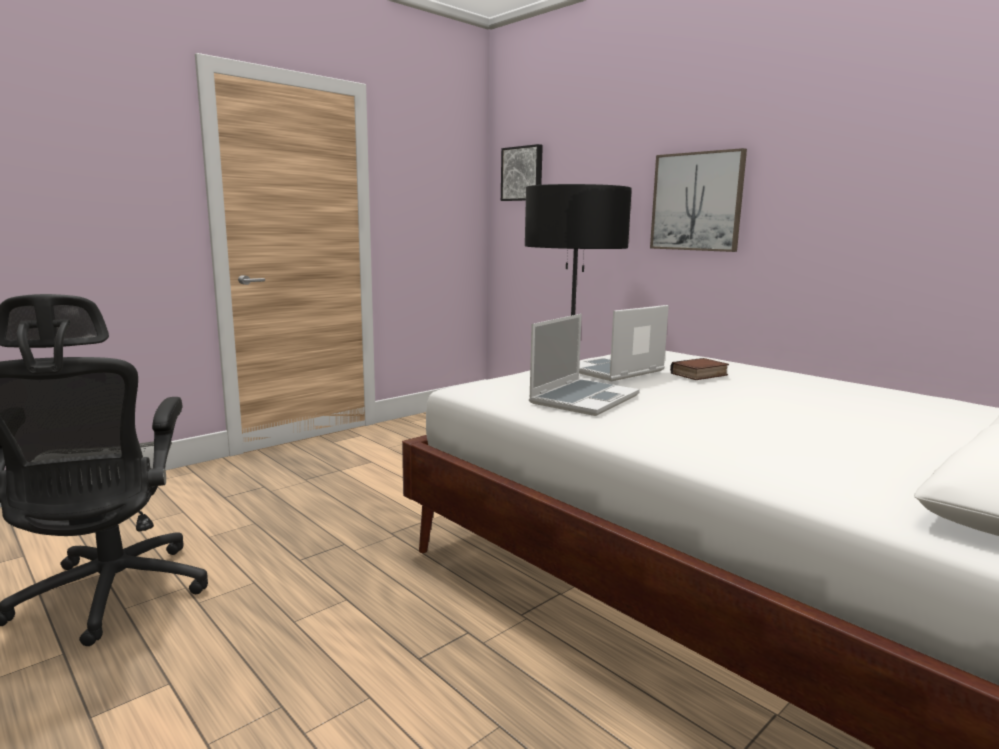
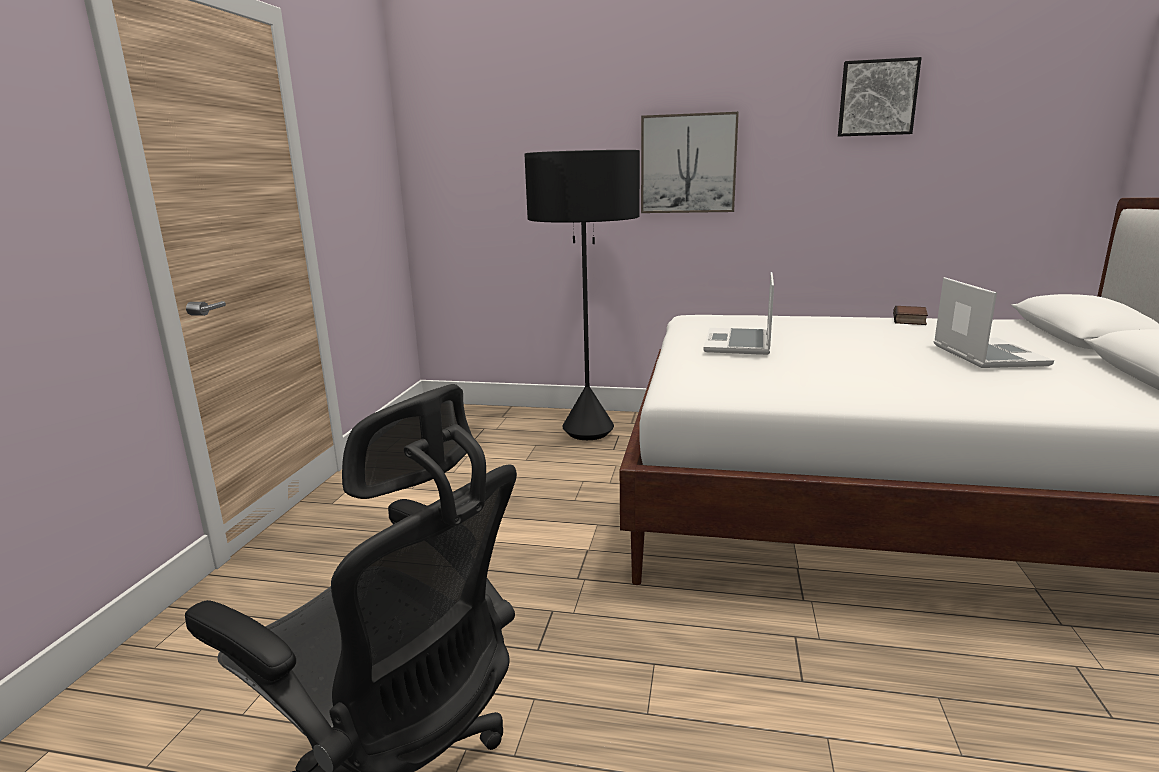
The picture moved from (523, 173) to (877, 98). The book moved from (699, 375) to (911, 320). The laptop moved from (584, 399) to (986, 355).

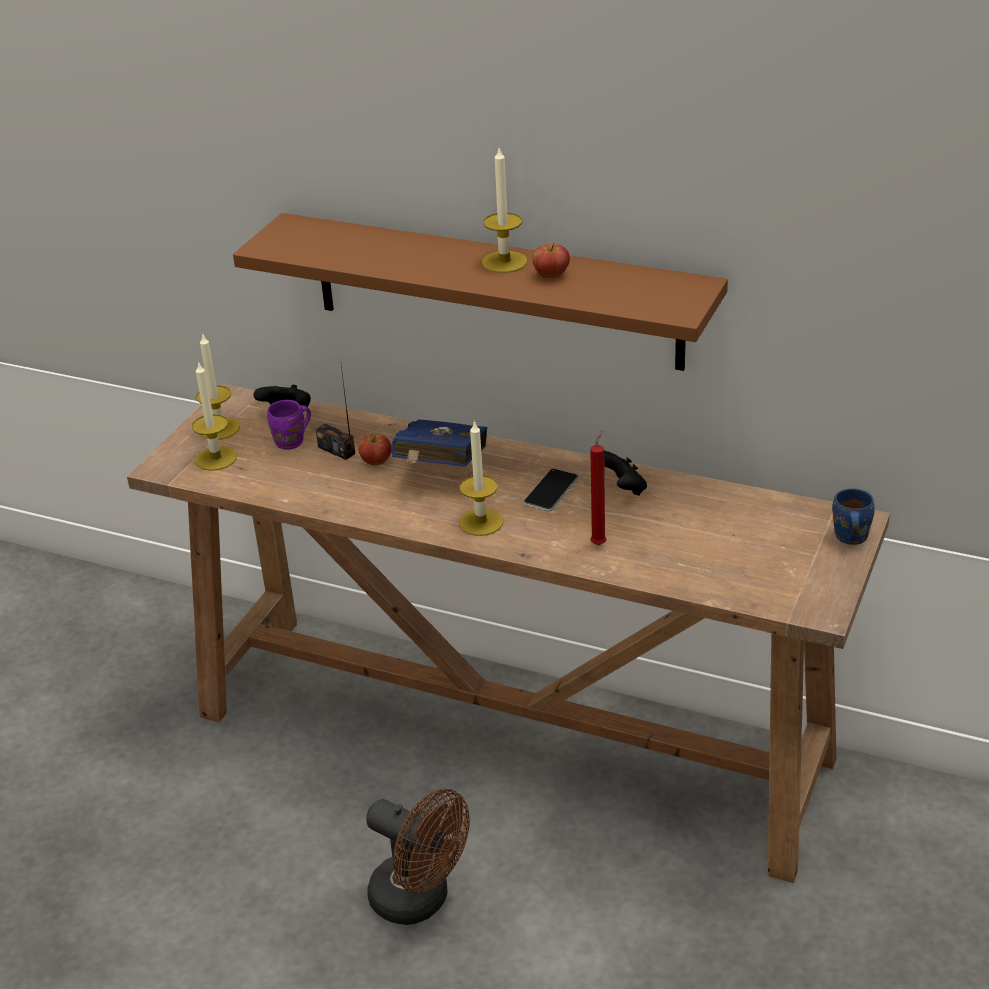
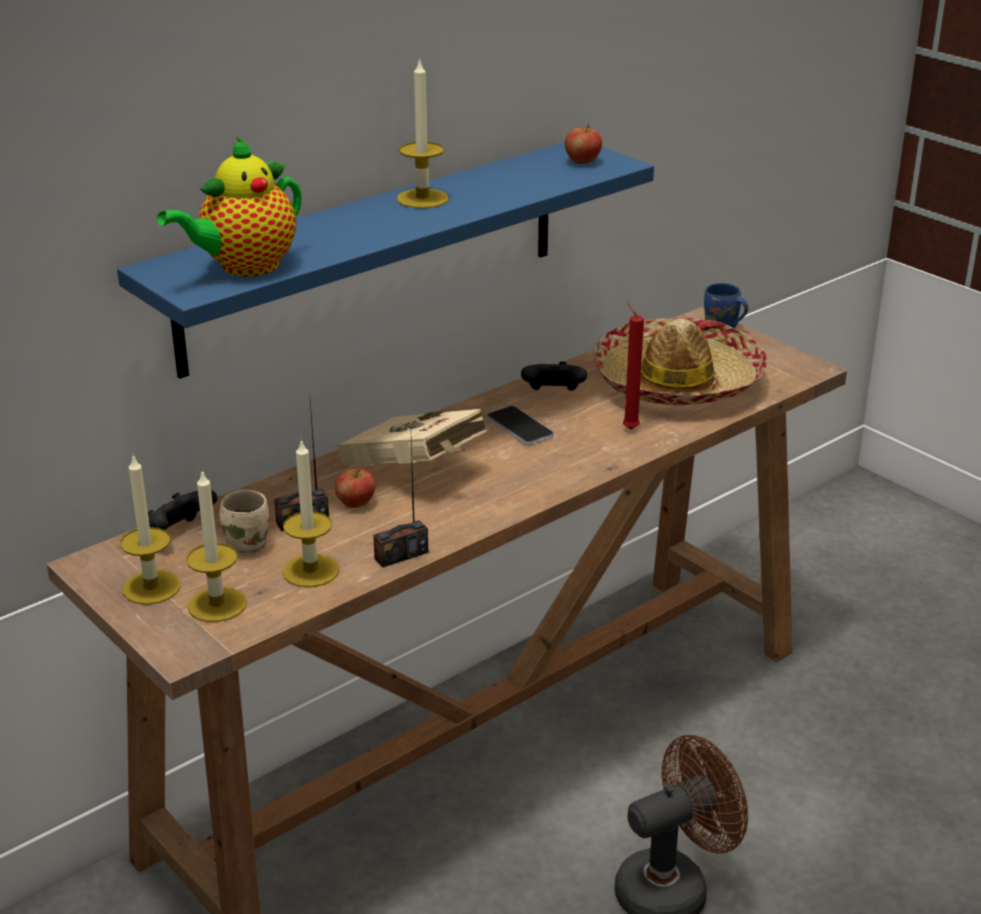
The shelf/brown at (495, 291) became the shelf/blue at (374, 254). The teapot at (244, 267) appeared. The mug/purple at (292, 443) became the mug/beige at (250, 545). The candle moved from (481, 522) to (311, 571). The book/blue at (439, 470) became the book/beige at (416, 472). The radio at (401, 555) appeared. The apple moved from (551, 275) to (582, 162). The hat at (677, 381) appeared.

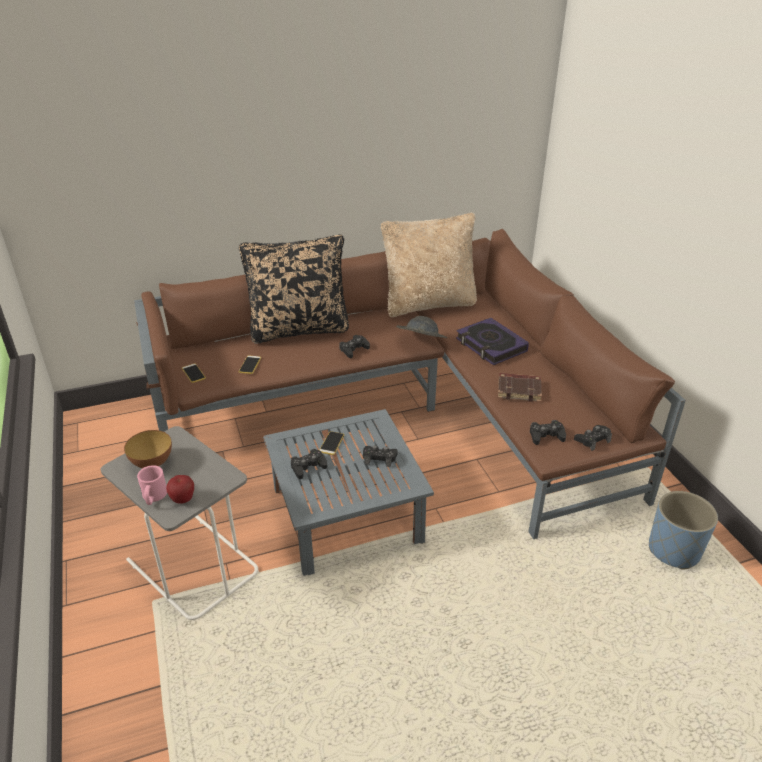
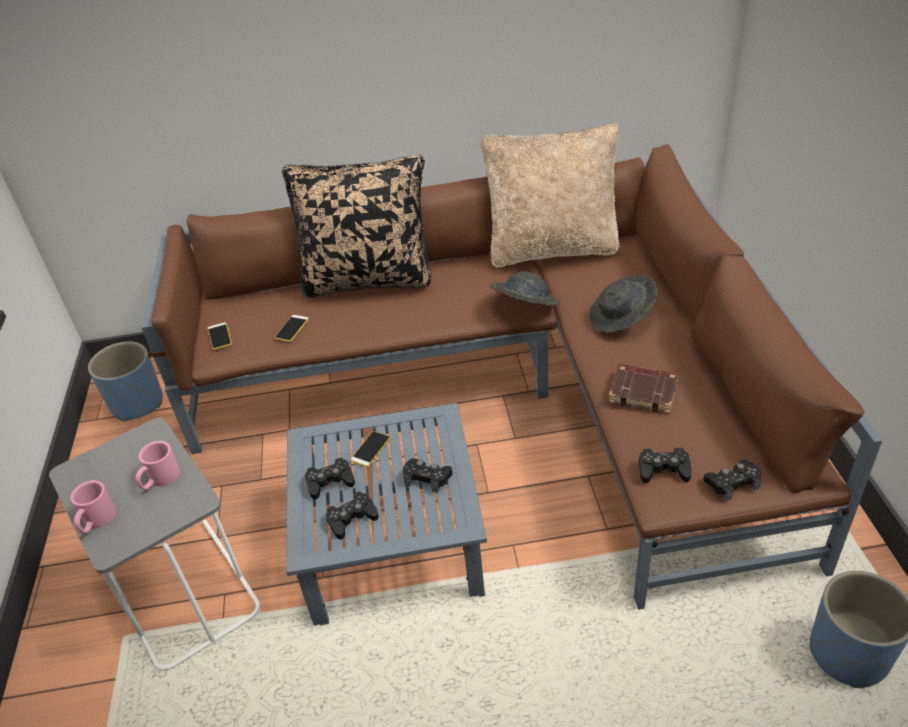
The planter/blue at (137, 403) appeared. The mug/pink at (159, 480) appeared. The game controller/black moved from (353, 349) to (352, 519). The book at (491, 345) was replaced by the hat/grey at (622, 318). The bowl at (152, 463) disappeared. The apple at (183, 500) disappeared.

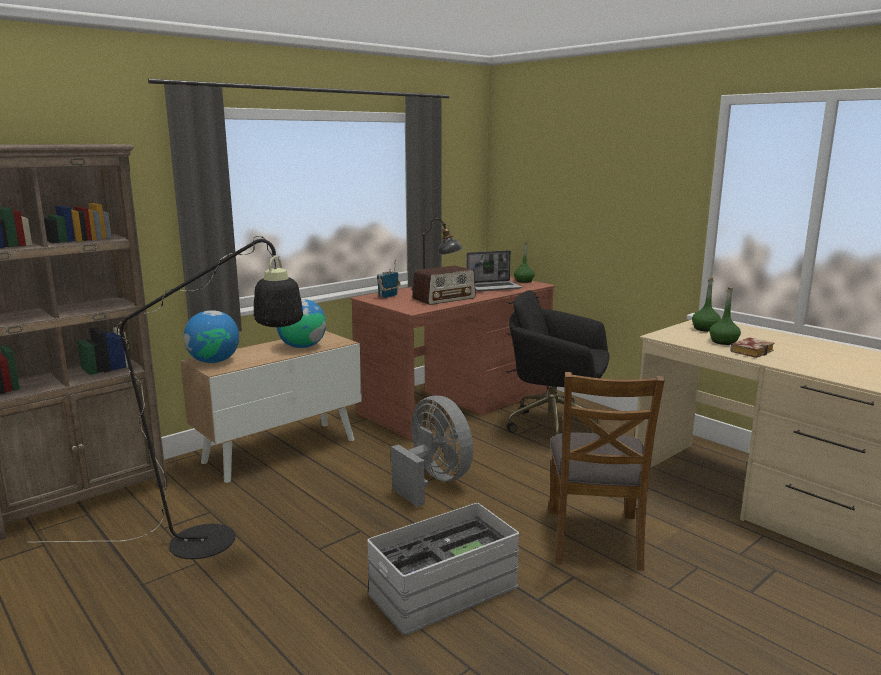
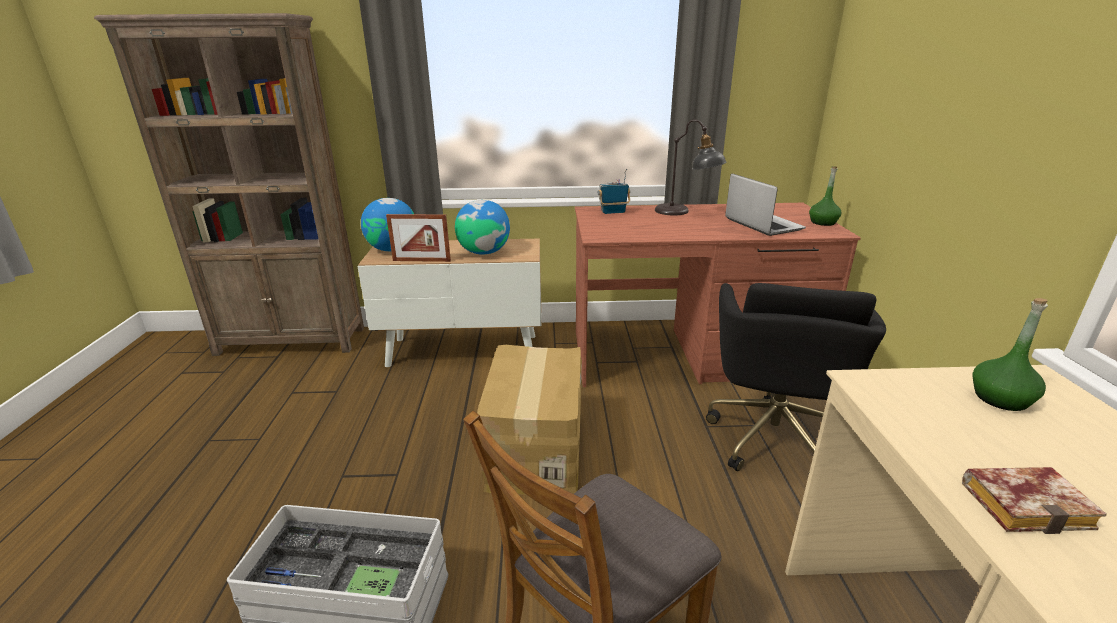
The picture frame at (421, 260) appeared. The fan/grey at (433, 482) was replaced by the cardboard box at (534, 449). The office chair/black at (556, 427) turned 135 degrees counterclockwise. The laptop at (494, 287) turned 135 degrees counterclockwise. The floor lamp/black at (220, 540) disappeared. The radio at (444, 298) disappeared. The bottle/green at (723, 342) disappeared.

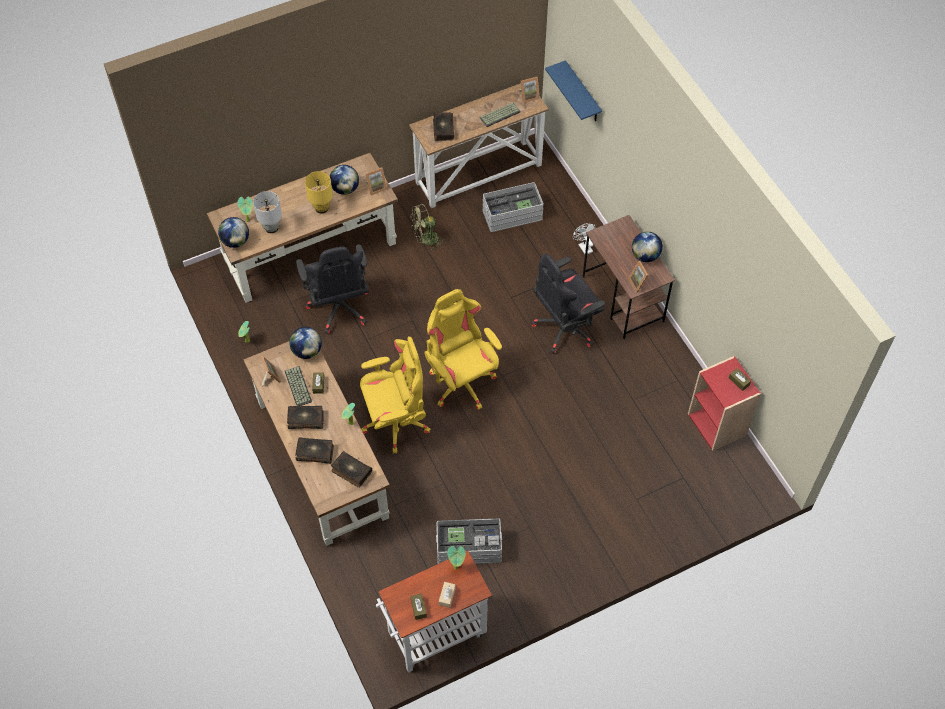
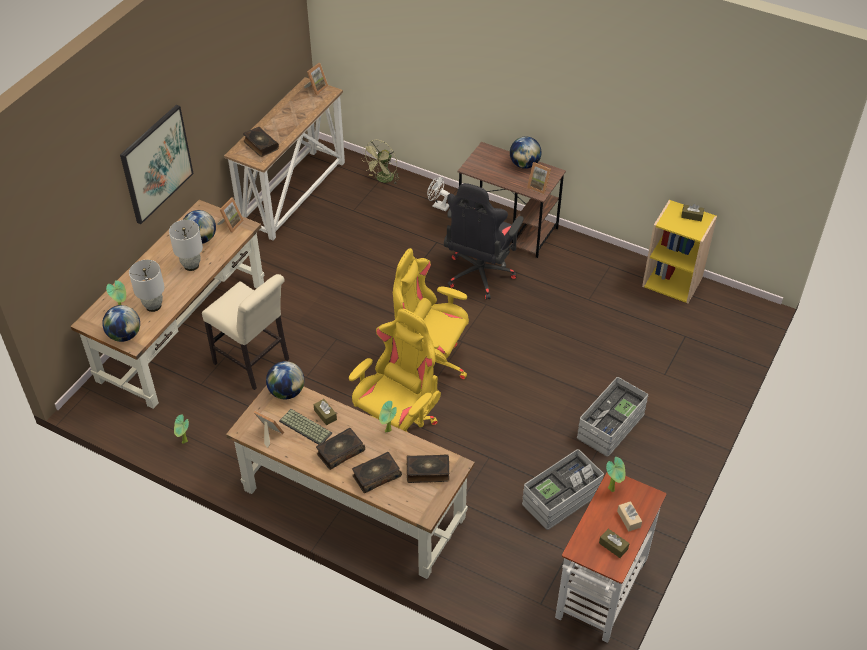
The picture at (156, 163) appeared. The table lamp/yellow at (321, 208) became the table lamp/white at (191, 265). The office chair/black at (339, 307) was replaced by the stool/beige at (254, 364). The fan/green moved from (426, 240) to (383, 180). The storage box/grey moved from (512, 215) to (611, 426). The bookcase/red at (717, 424) became the bookcase/yellow at (673, 282). The keyboard at (500, 114) disappeared. The shelf/blue at (582, 93) disappeared.

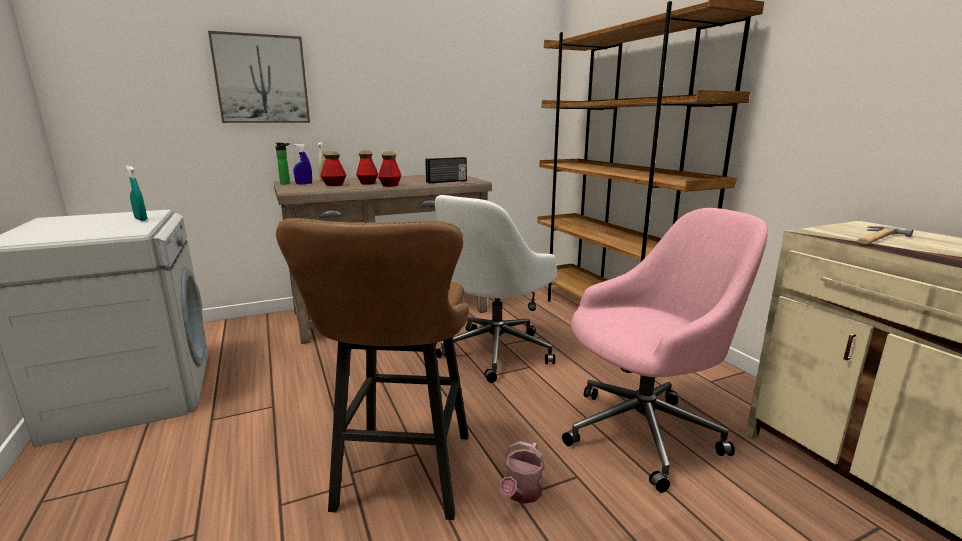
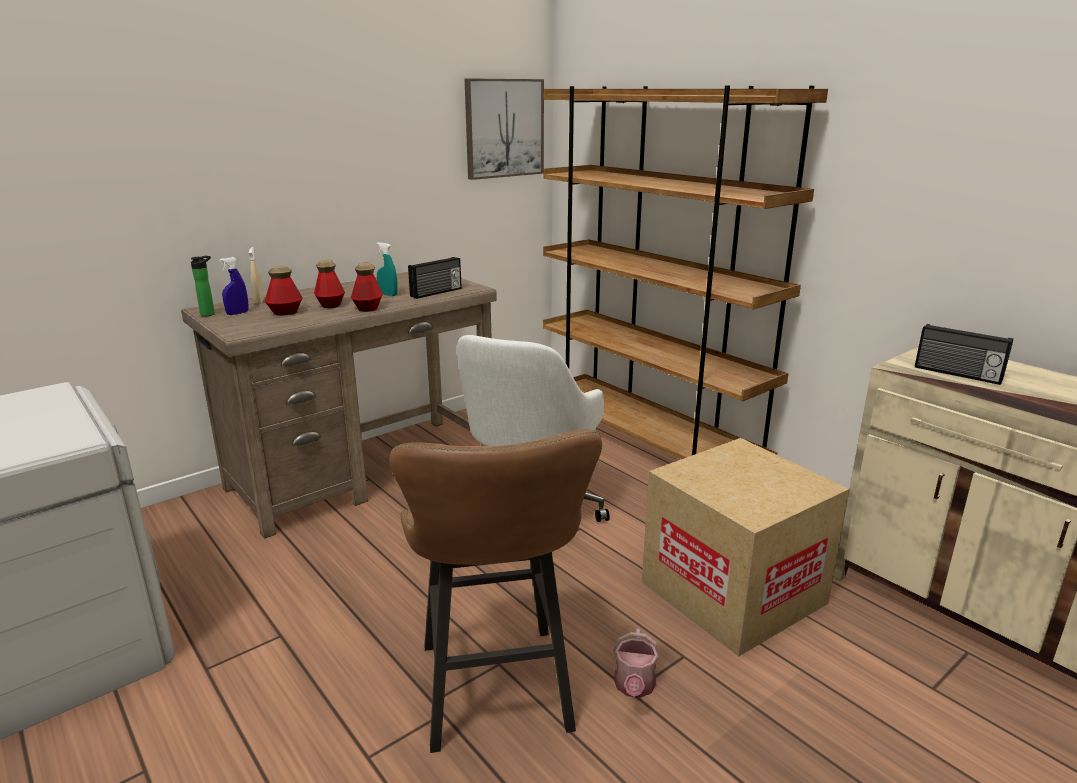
The spray bottle/turquoise moved from (141, 219) to (388, 294). The picture moved from (261, 79) to (504, 128). The office chair/pink at (642, 432) was replaced by the cardboard box at (733, 592). The hammer at (877, 239) was replaced by the radio at (957, 374).

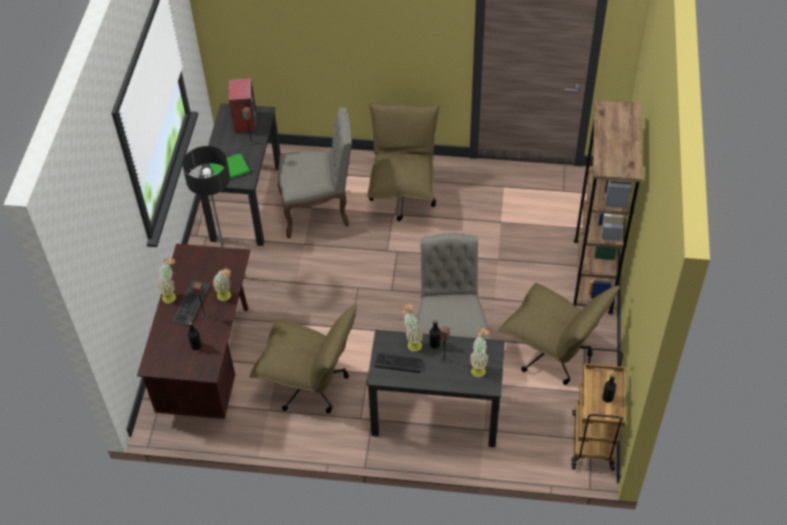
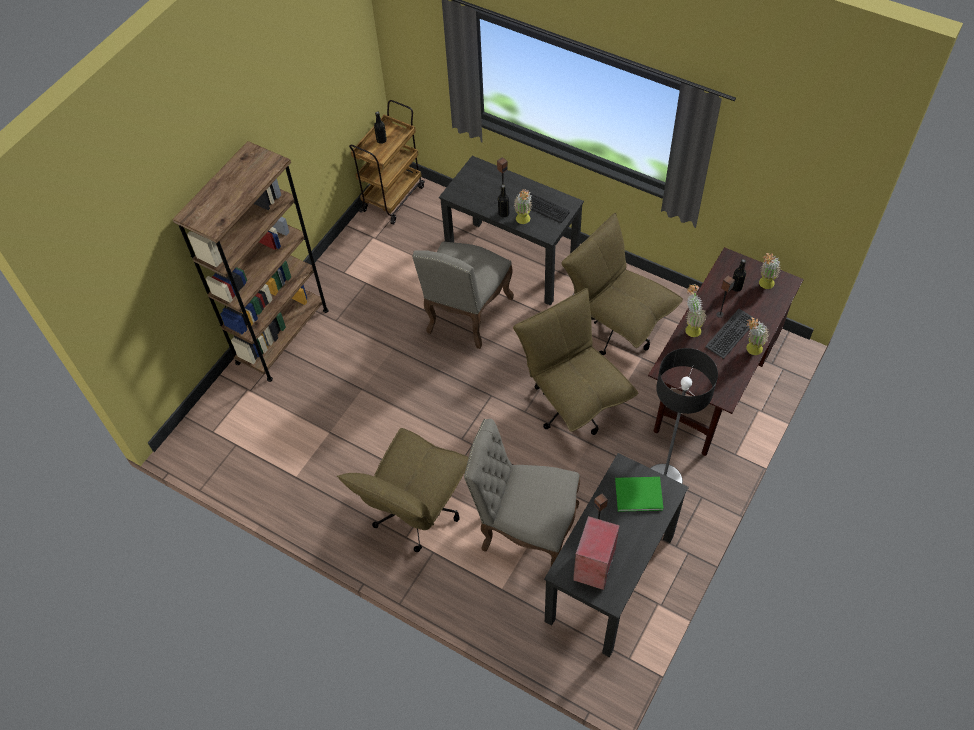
The office chair/beige moved from (551, 353) to (574, 404). The potted plant moved from (479, 367) to (764, 285).

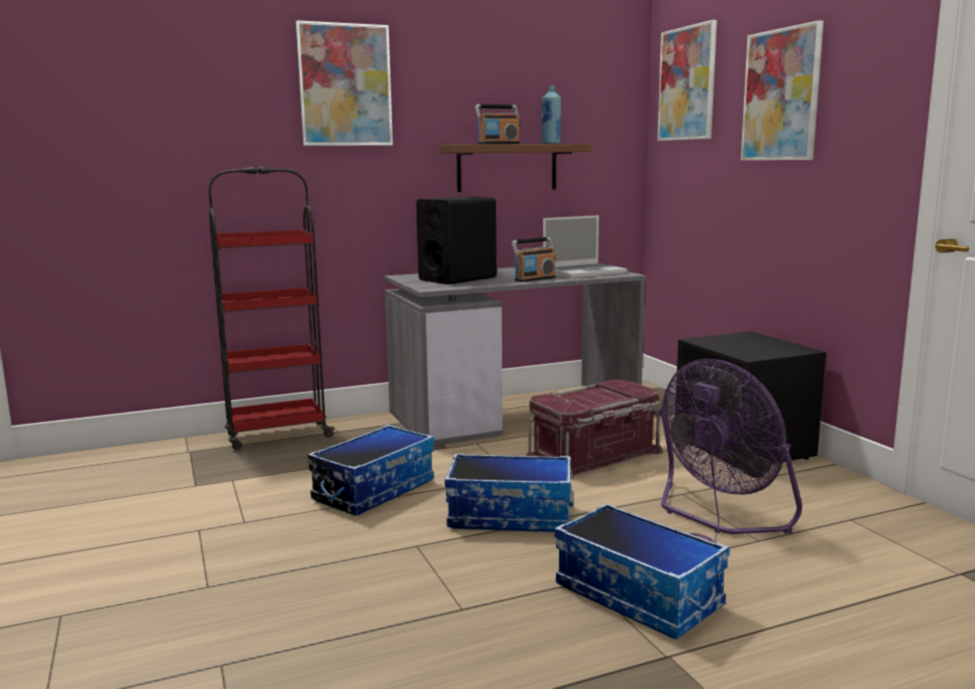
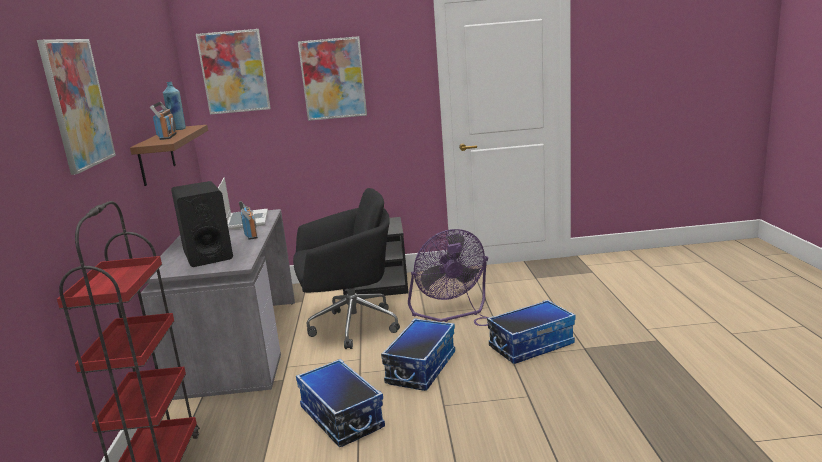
The storage box/red at (595, 455) was replaced by the office chair/black at (350, 328).

